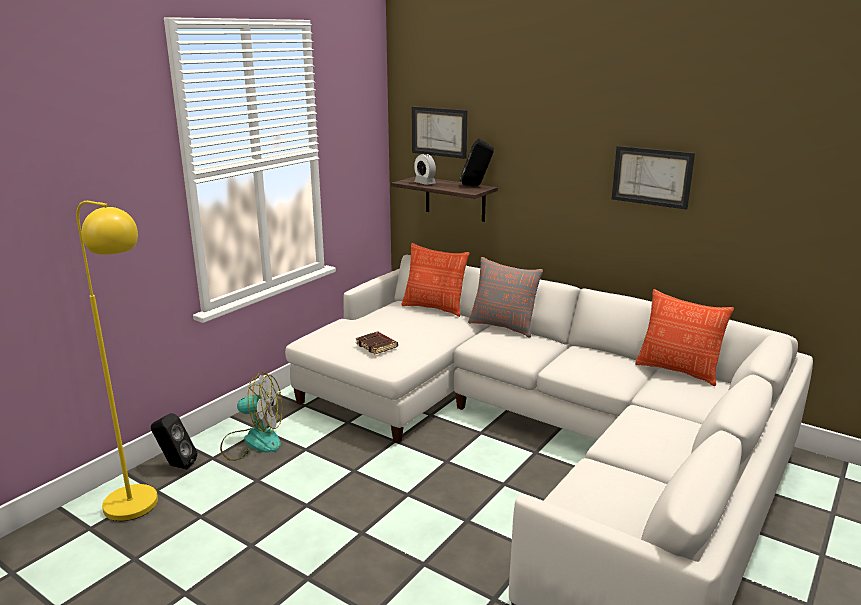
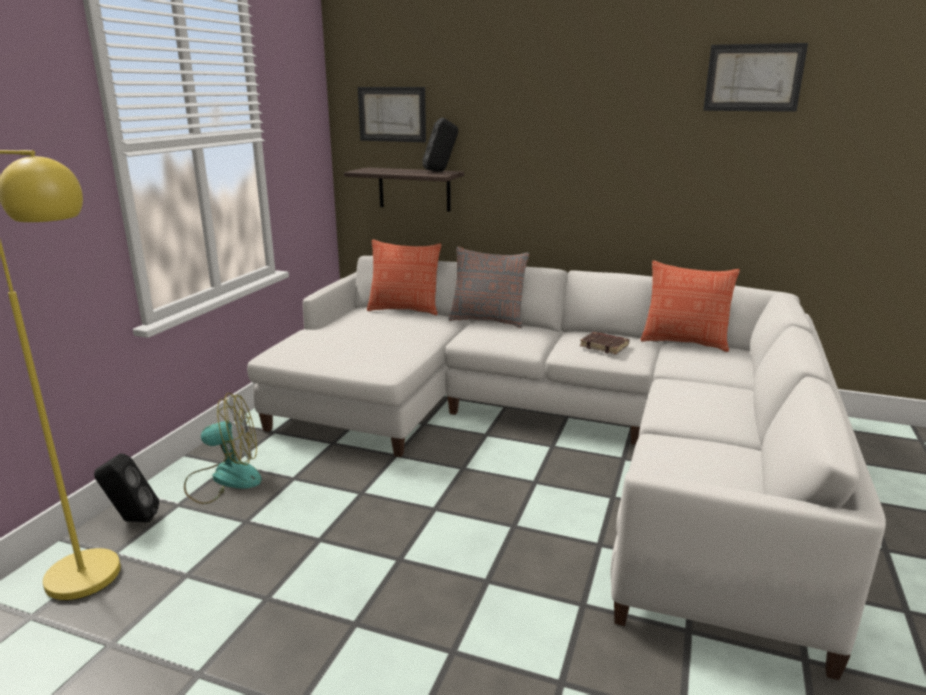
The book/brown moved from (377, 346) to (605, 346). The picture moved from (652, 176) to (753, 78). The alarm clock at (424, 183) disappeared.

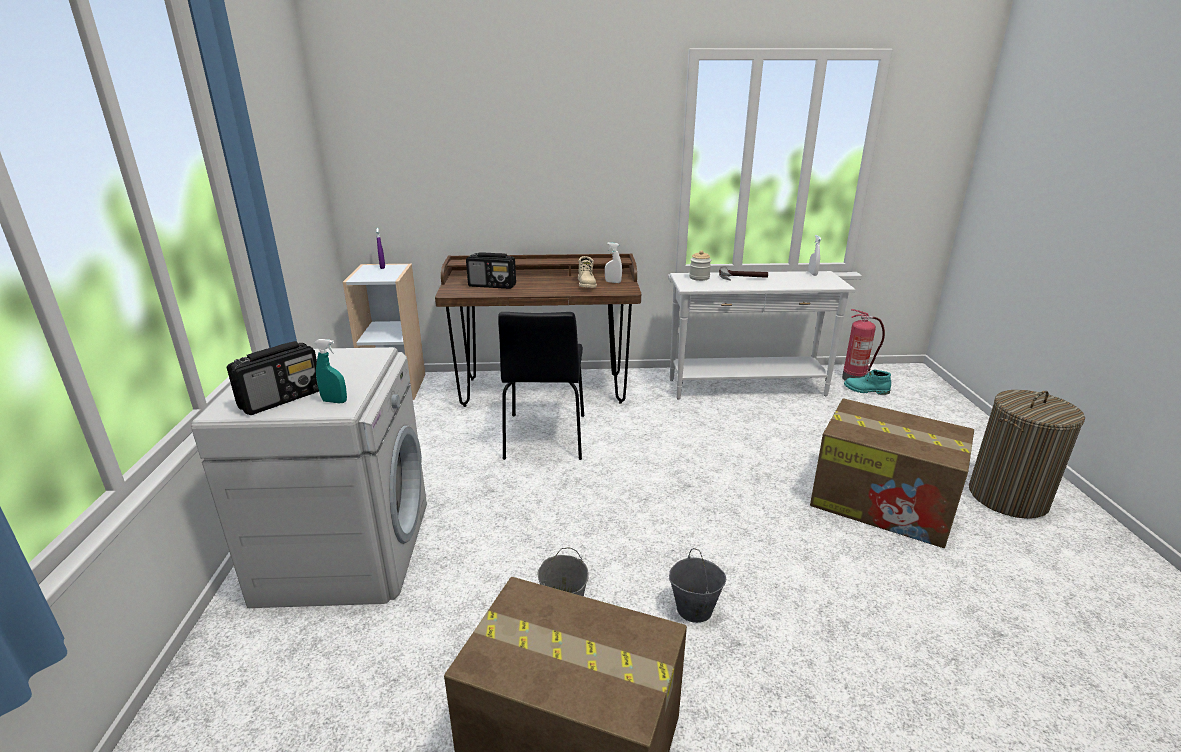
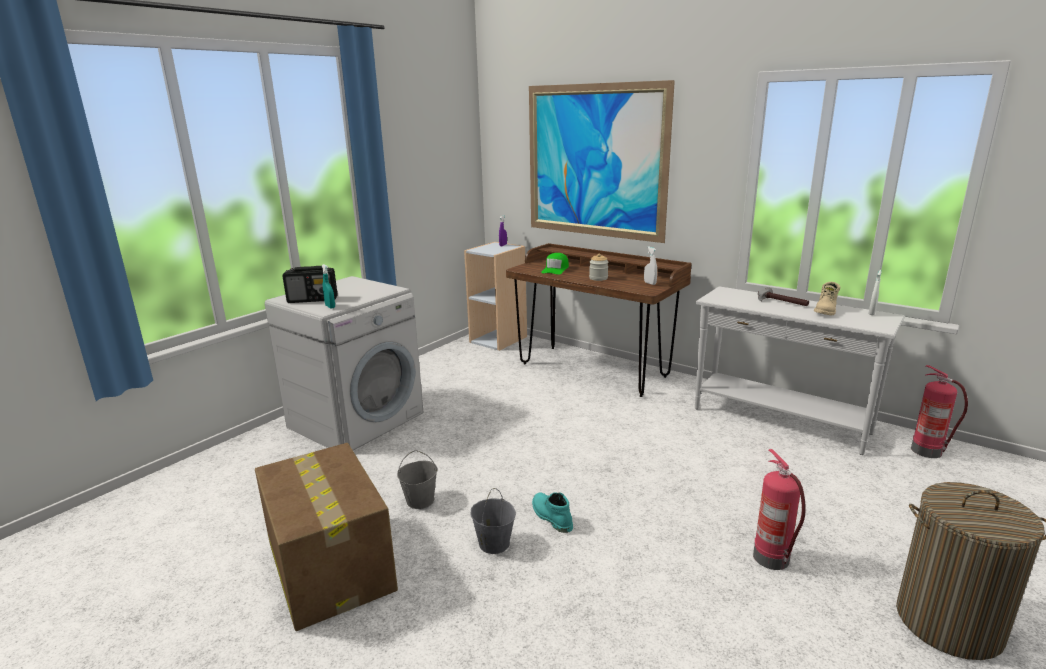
The picture at (595, 162) appeared. The boot/turquoise moved from (866, 390) to (551, 517). The radio at (492, 285) was replaced by the cap/green at (555, 269). The jar moved from (699, 278) to (598, 278). The cardboard box at (883, 504) was replaced by the fire extinguisher at (773, 559). The boot/beige moved from (587, 284) to (826, 311). The chair/black at (545, 438) disappeared.

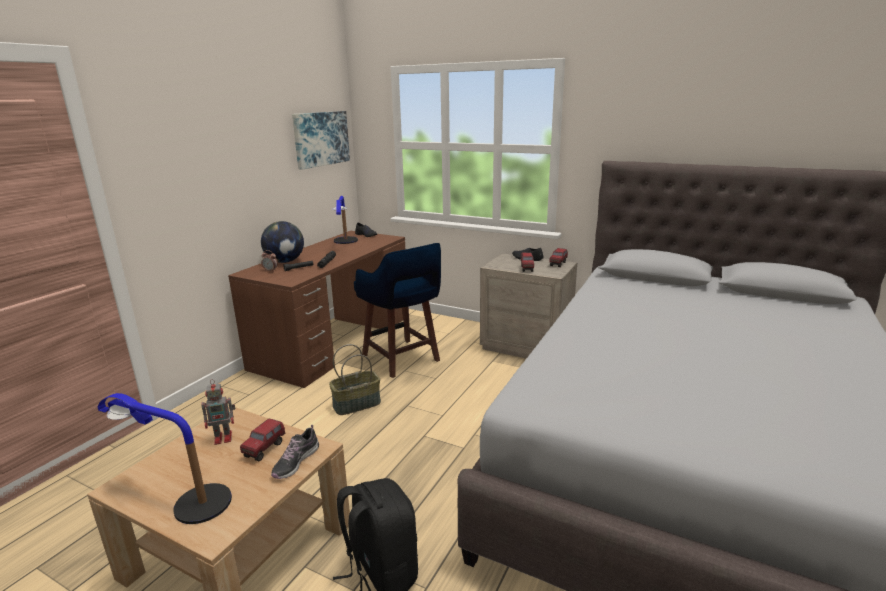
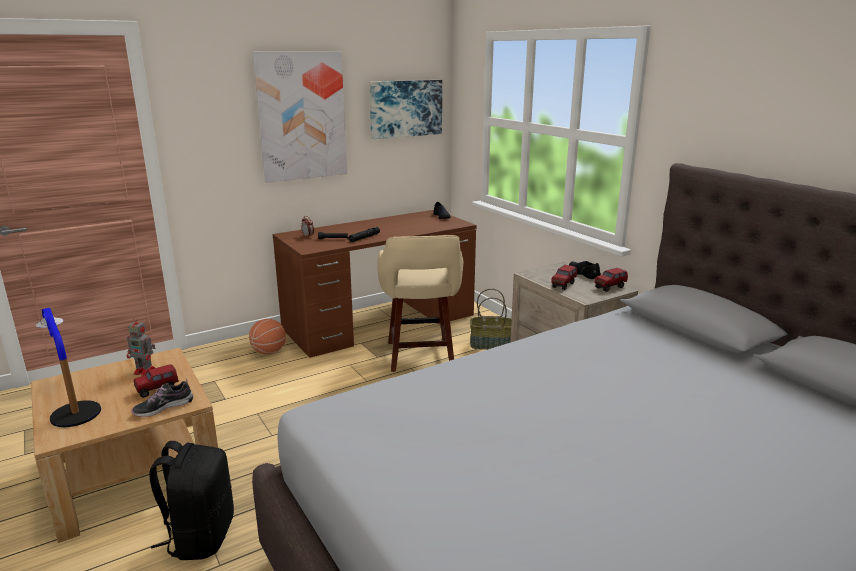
The basketball at (268, 352) appeared. The picture at (301, 116) appeared. The stool/blue at (402, 359) became the stool/beige at (420, 357). The basket moved from (357, 404) to (491, 344). The globe at (285, 261) disappeared. The table lamp at (344, 244) disappeared.

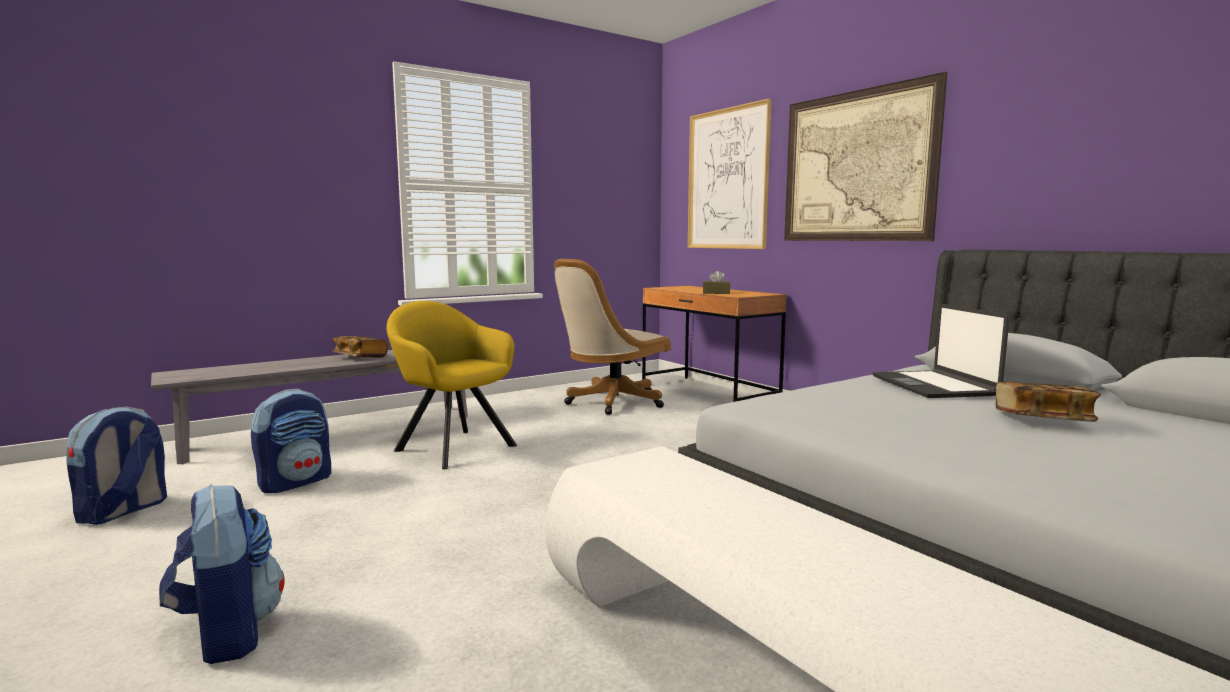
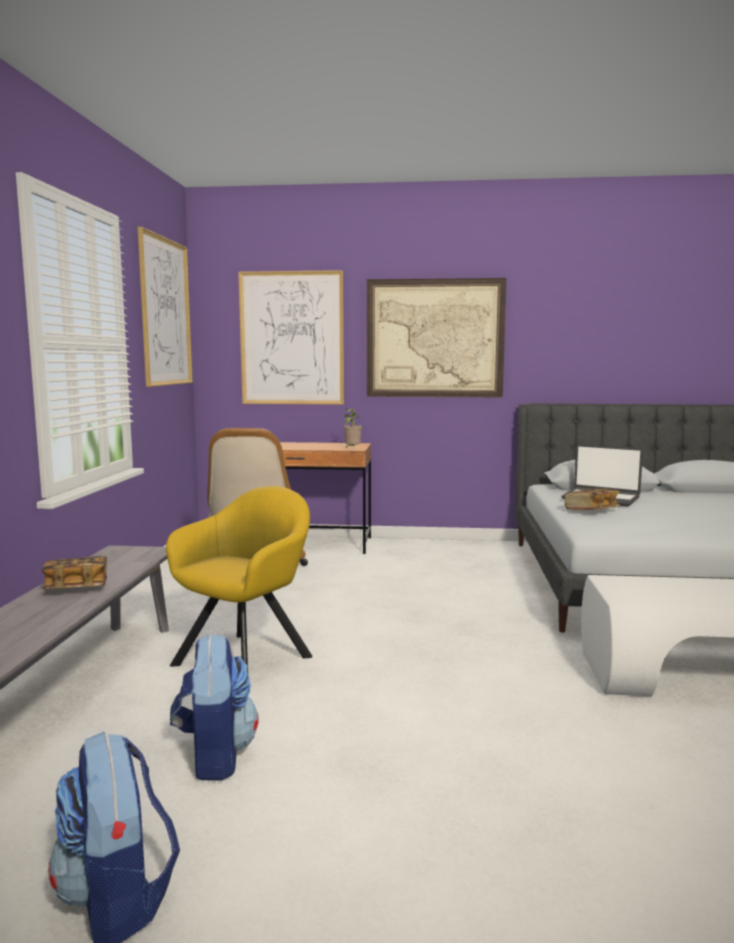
The picture at (165, 312) appeared. The armchair/yellow at (452, 446) turned 135 degrees clockwise. The potted plant at (352, 449) appeared. The book moved from (1042, 420) to (591, 511). The backpack at (227, 634) disappeared. The tissue box/brown at (716, 293) disappeared.

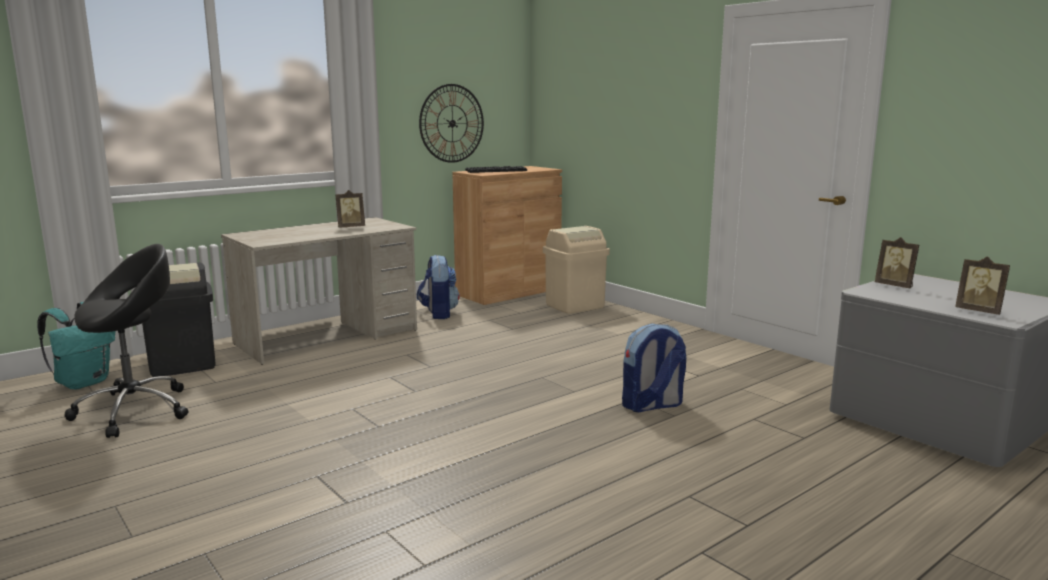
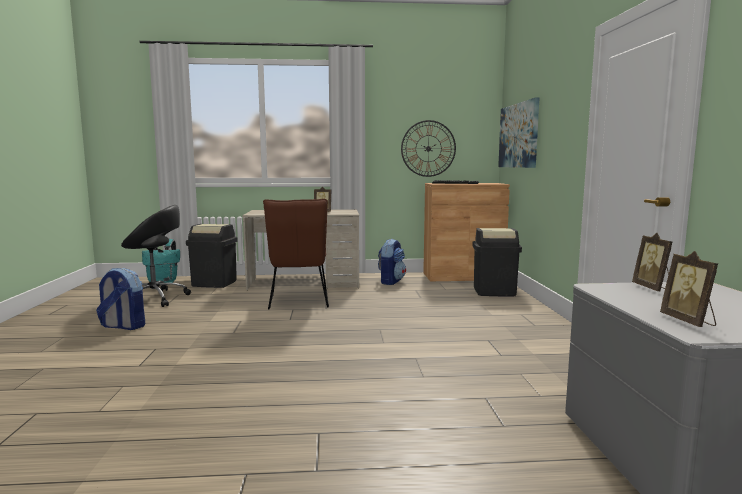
The backpack moved from (652, 405) to (123, 326). The chair/brown at (298, 302) appeared. The trash can/beige at (574, 306) became the trash can/black at (494, 291). The picture at (518, 135) appeared.

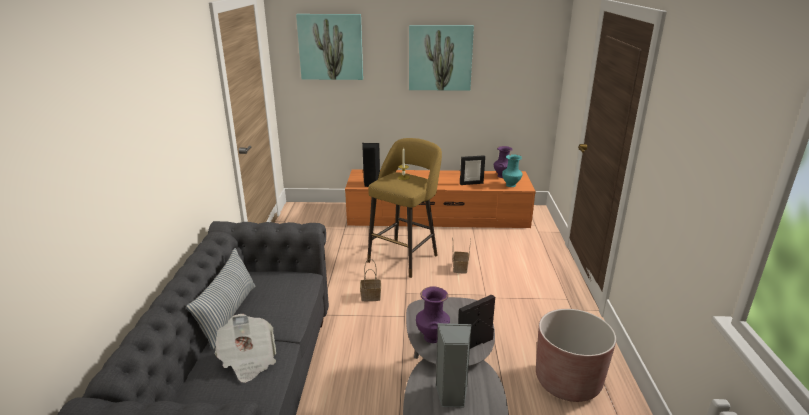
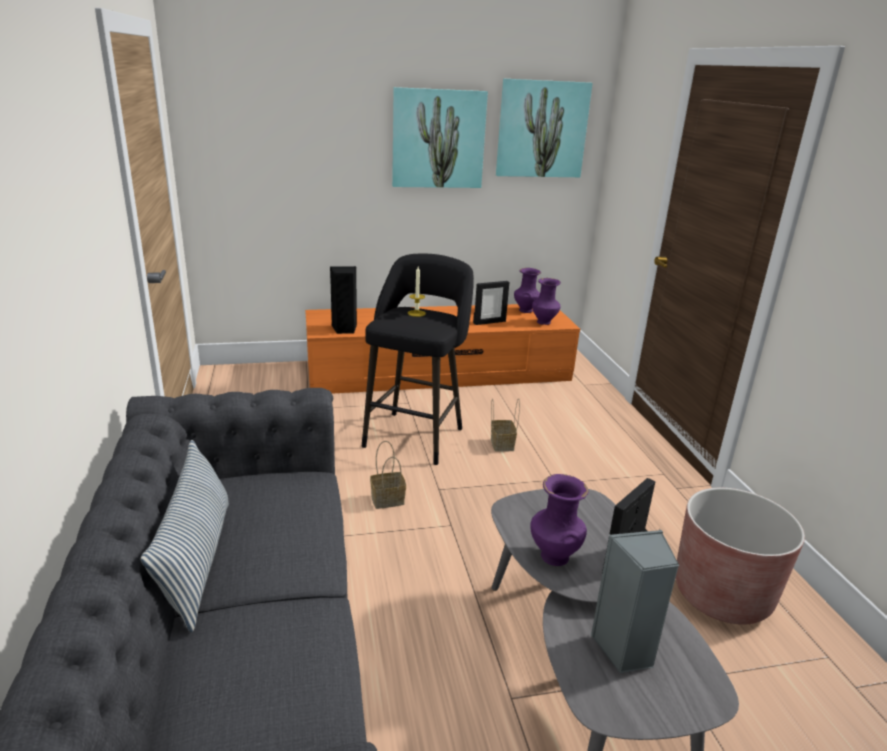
The stool/yellow at (405, 257) became the stool/black at (416, 434). The picture moved from (330, 47) to (542, 129). The vase/turquoise at (511, 185) became the vase/purple at (544, 322). The newspaper at (248, 360) disappeared.

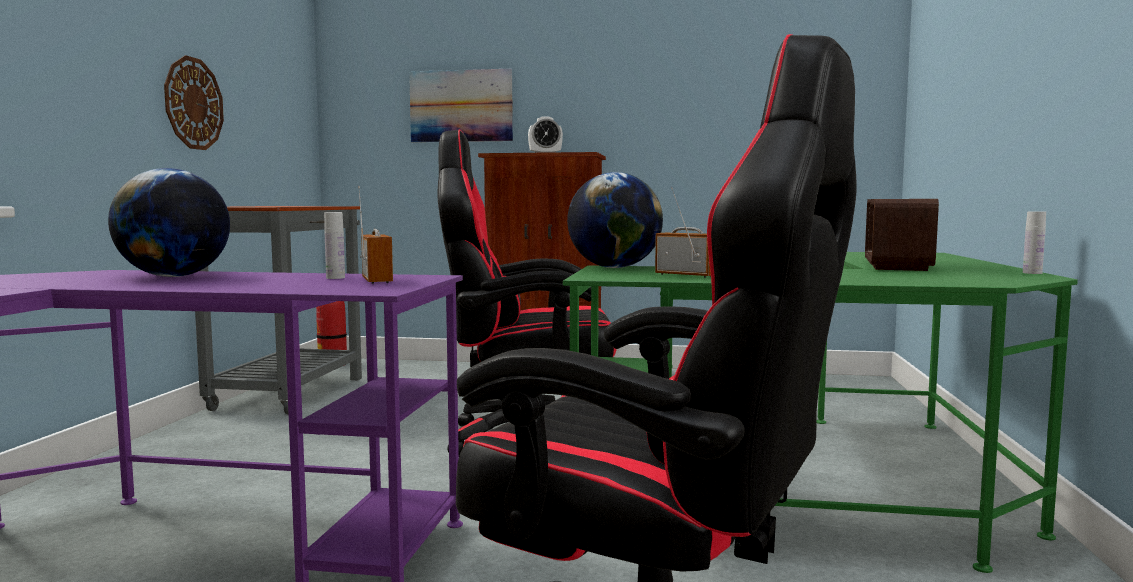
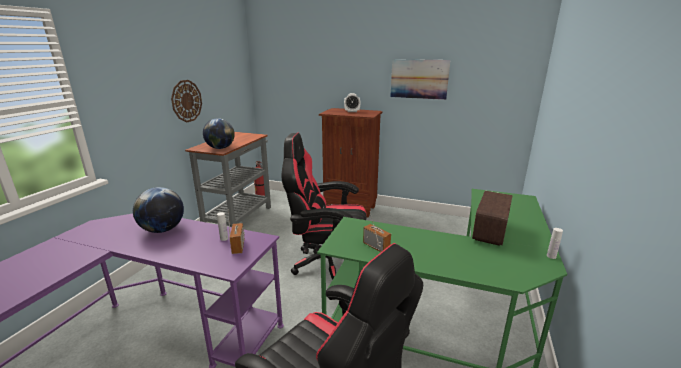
The globe moved from (614, 267) to (220, 148). The picture moved from (461, 106) to (419, 79).

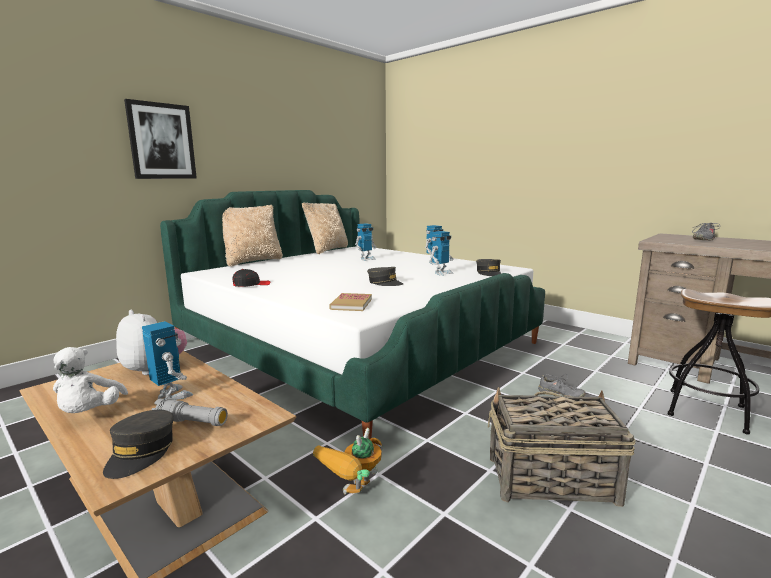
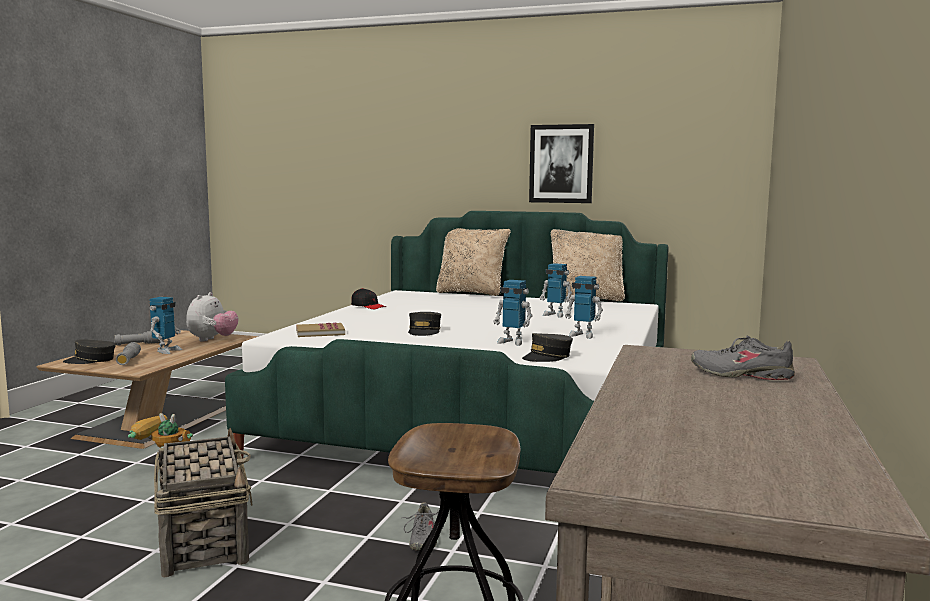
The plush toy/white at (89, 413) was replaced by the flashlight/grey at (139, 344). The picture moved from (161, 141) to (561, 164).

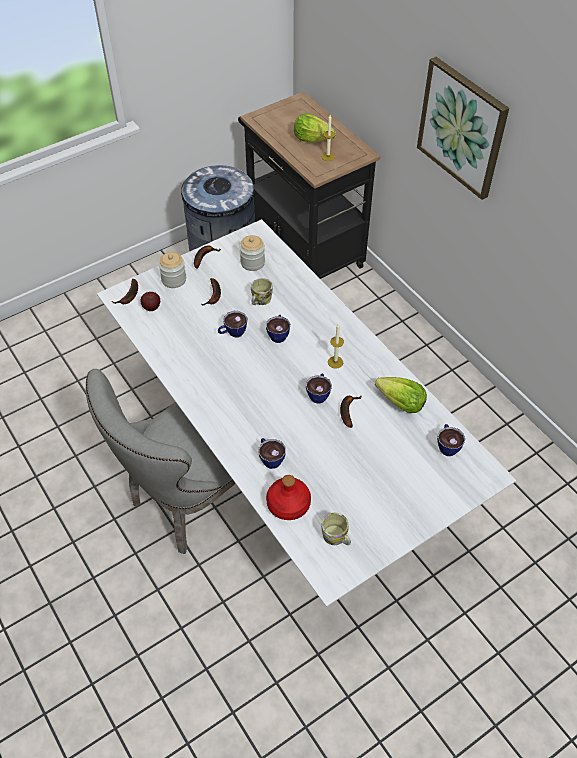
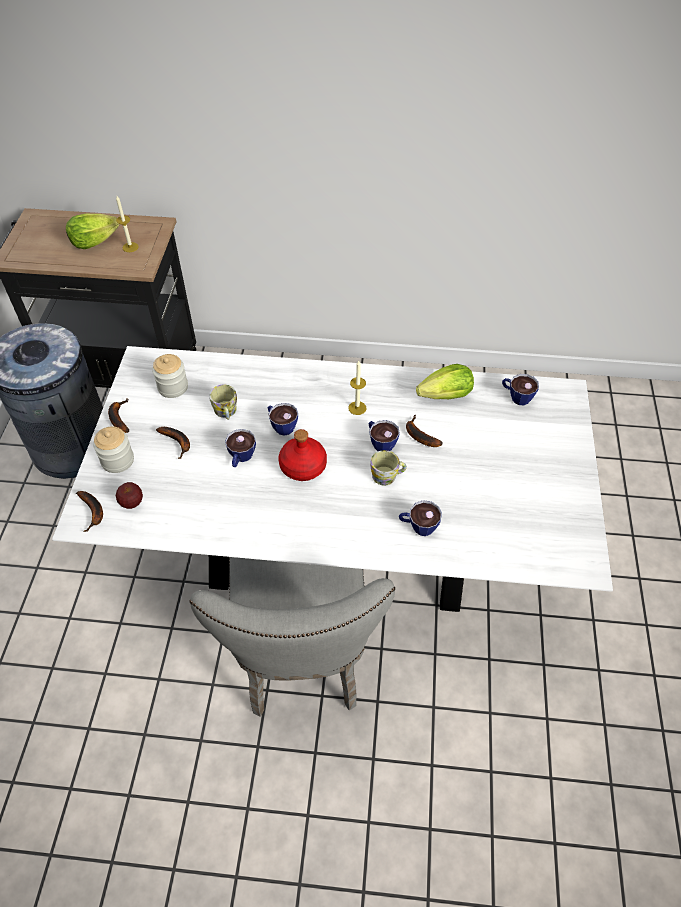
The bottle/red moved from (288, 504) to (303, 466). The mug moved from (336, 537) to (387, 475). The picture at (462, 128) disappeared.

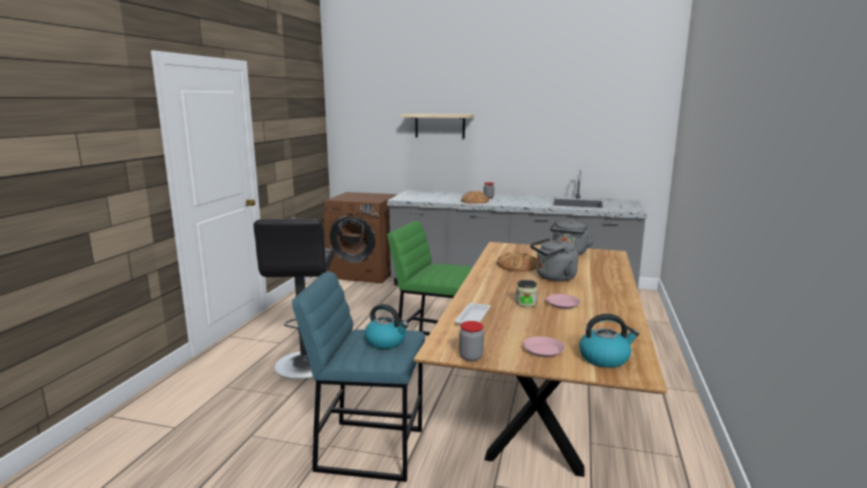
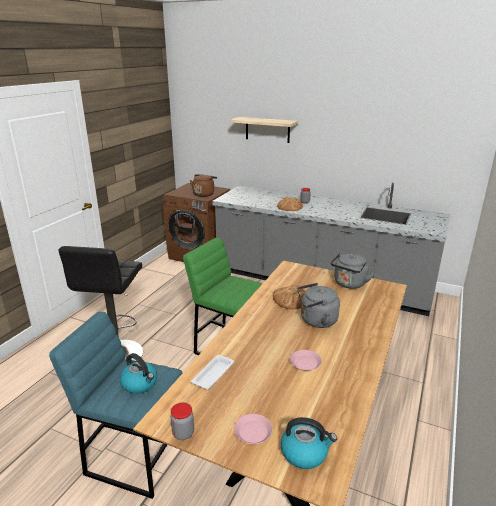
The kettle/brown at (204, 194) appeared. The jar at (526, 303) disappeared.

